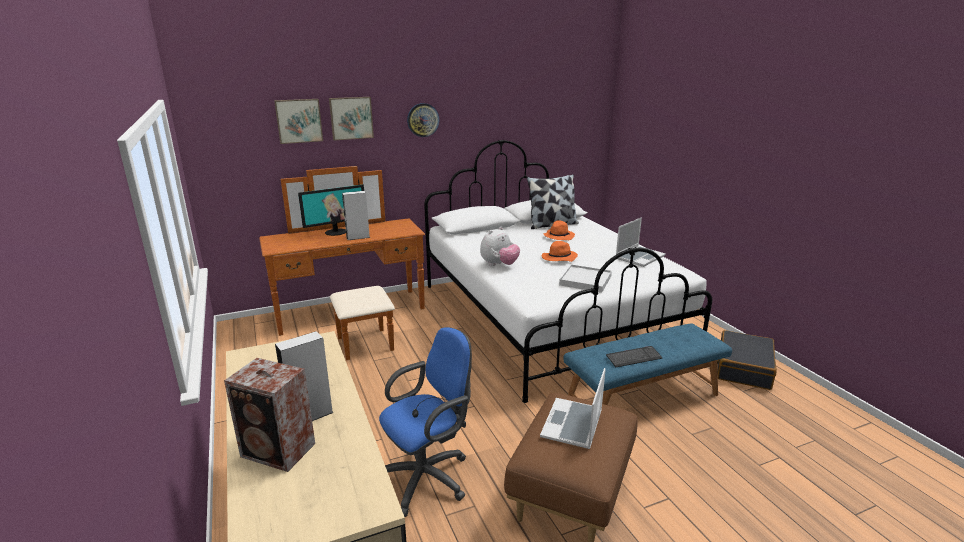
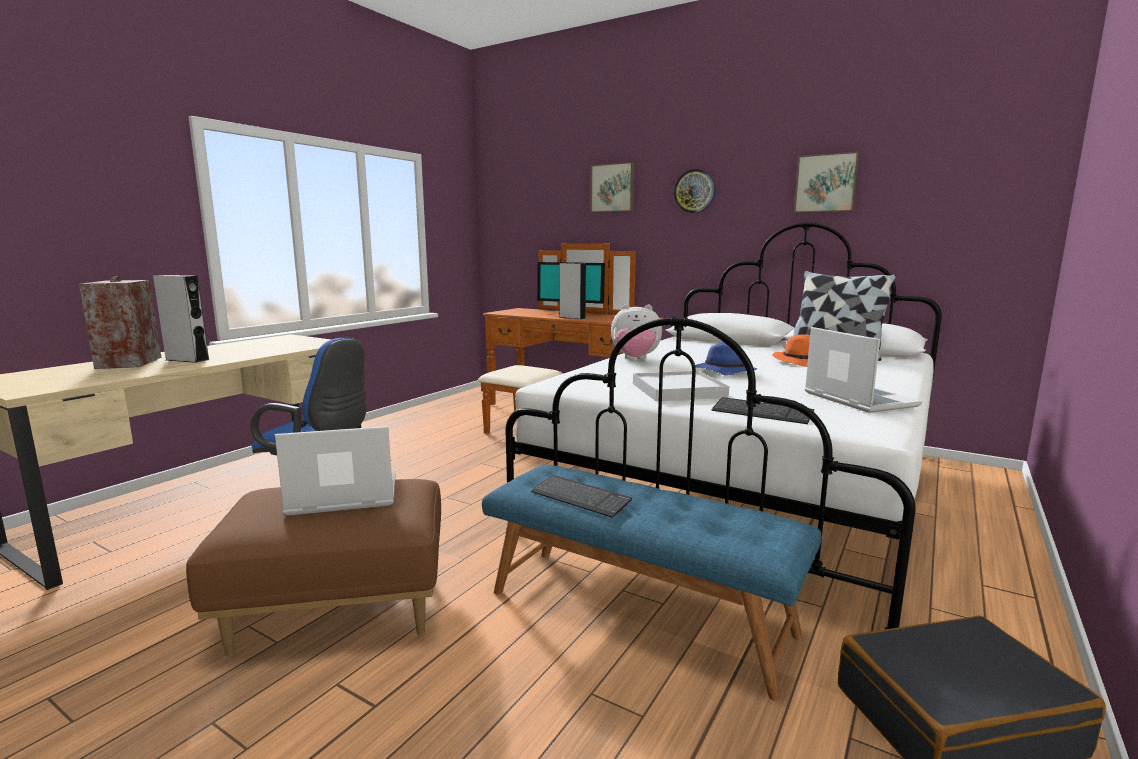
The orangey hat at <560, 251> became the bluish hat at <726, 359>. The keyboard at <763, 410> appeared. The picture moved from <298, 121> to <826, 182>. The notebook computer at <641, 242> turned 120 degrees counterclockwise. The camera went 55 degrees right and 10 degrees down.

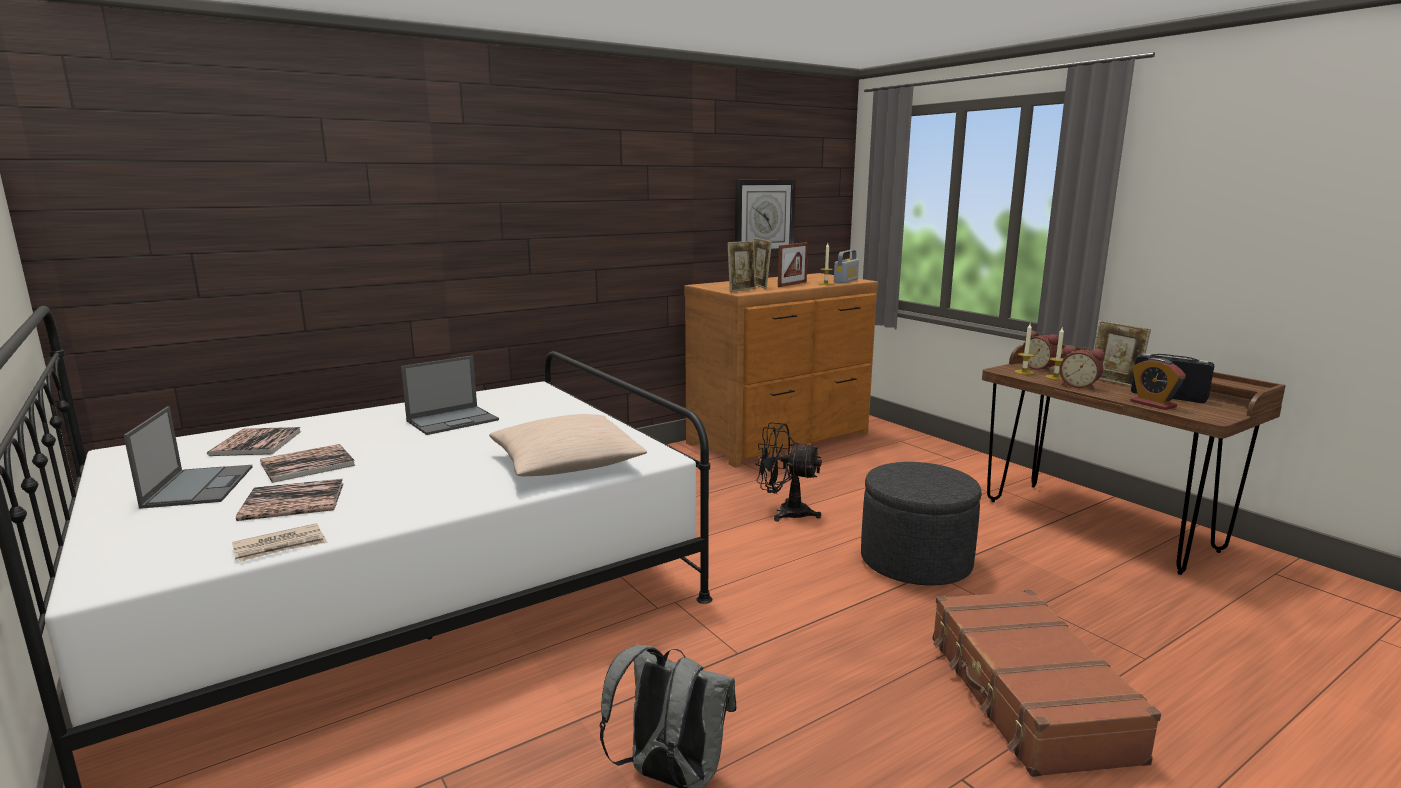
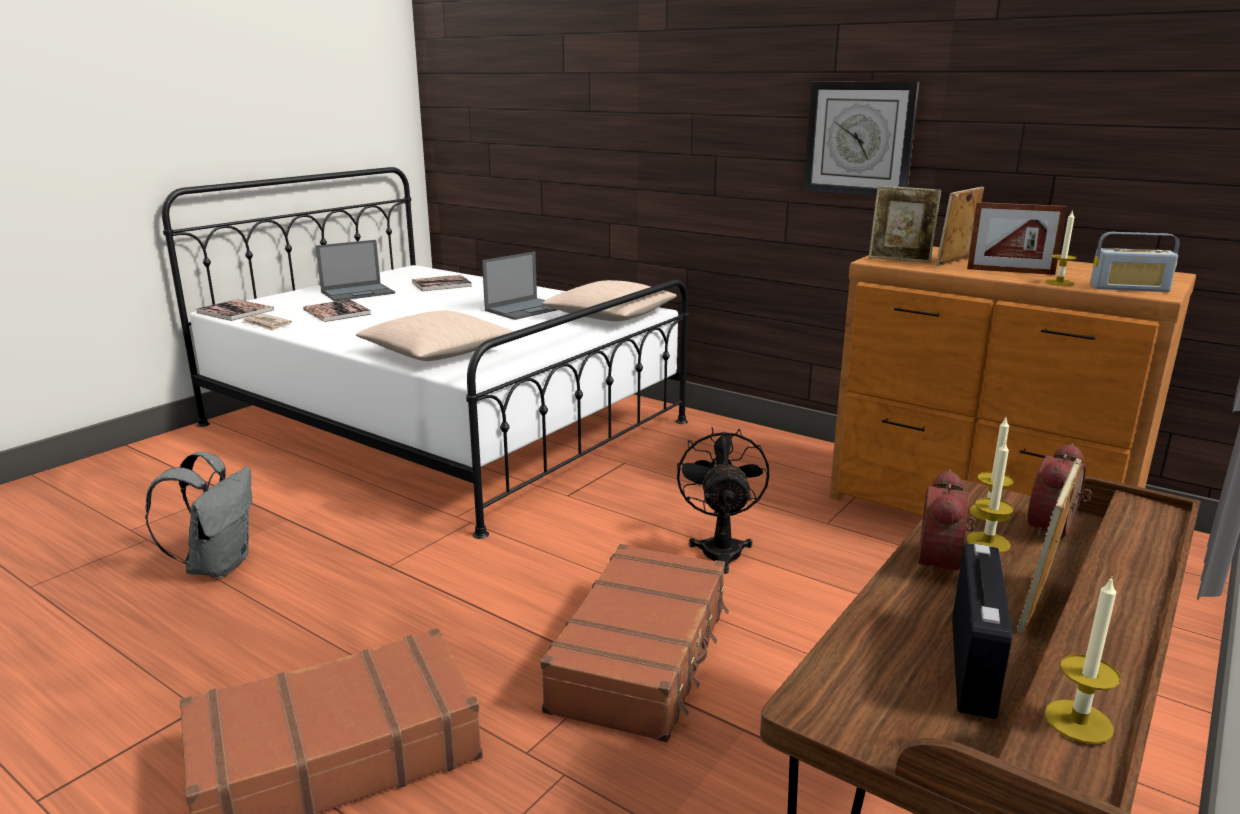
The bound book moved from <308, 463> to <235, 310>. The notebook computer at <450, 395> turned 75 degrees counterclockwise. The greyish ottoman at <921, 523> was replaced by the brownish piece of luggage at <634, 643>. The beige throw pillow at <609, 300> appeared. The hanging clock moved from <765, 217> to <862, 139>. The candle at <1083, 660> appeared. The bedside clock at <1158, 384> disappeared. The camera went 70 degrees right and 5 degrees up.

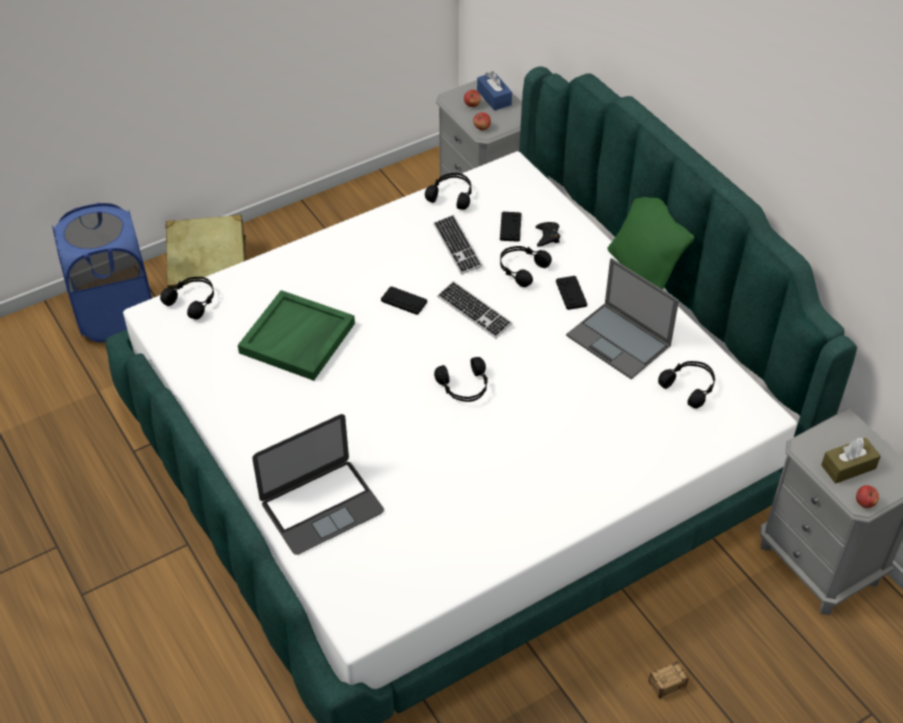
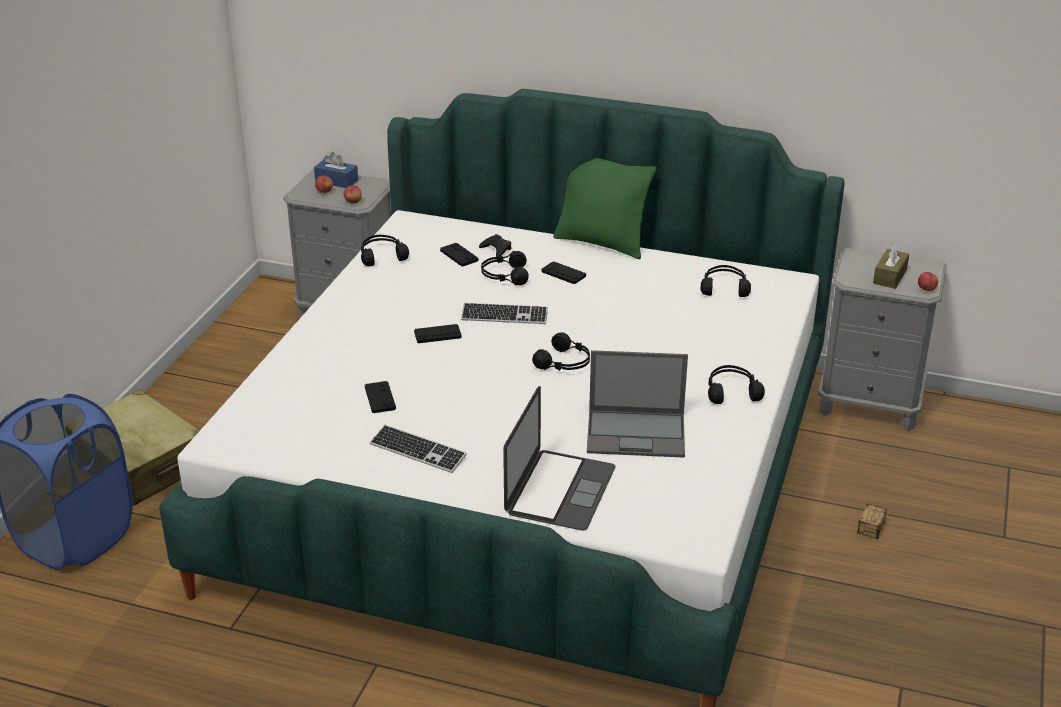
The green-coloured carrying tray at <296, 335> was replaced by the black gamepad at <380, 397>. The keyboard moved from <458, 244> to <418, 449>. The notebook computer moved from <622, 318> to <637, 404>. The black headphones moved from <187, 298> to <736, 384>. The camera went 40 degrees left and 15 degrees down.

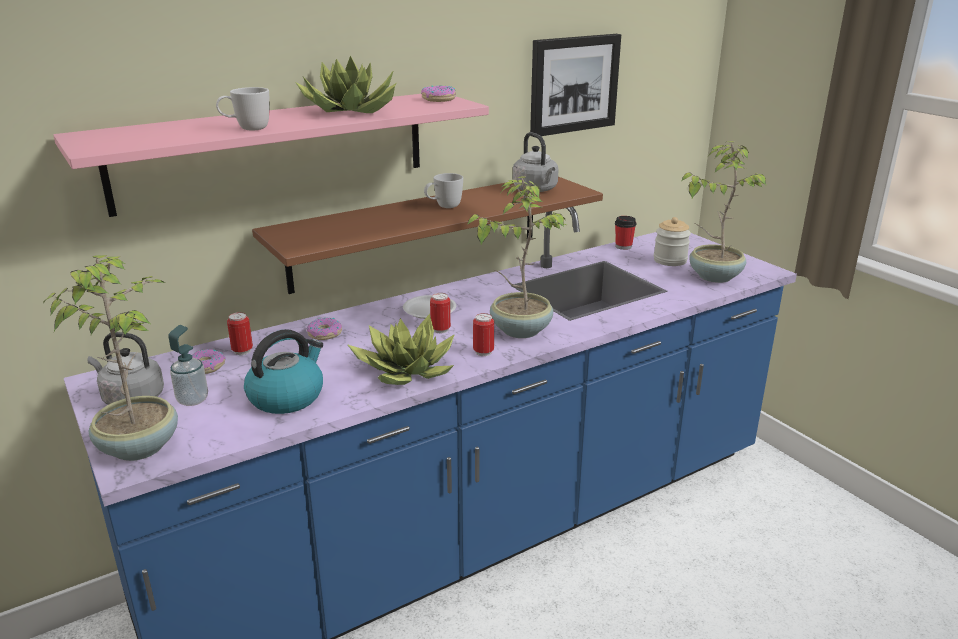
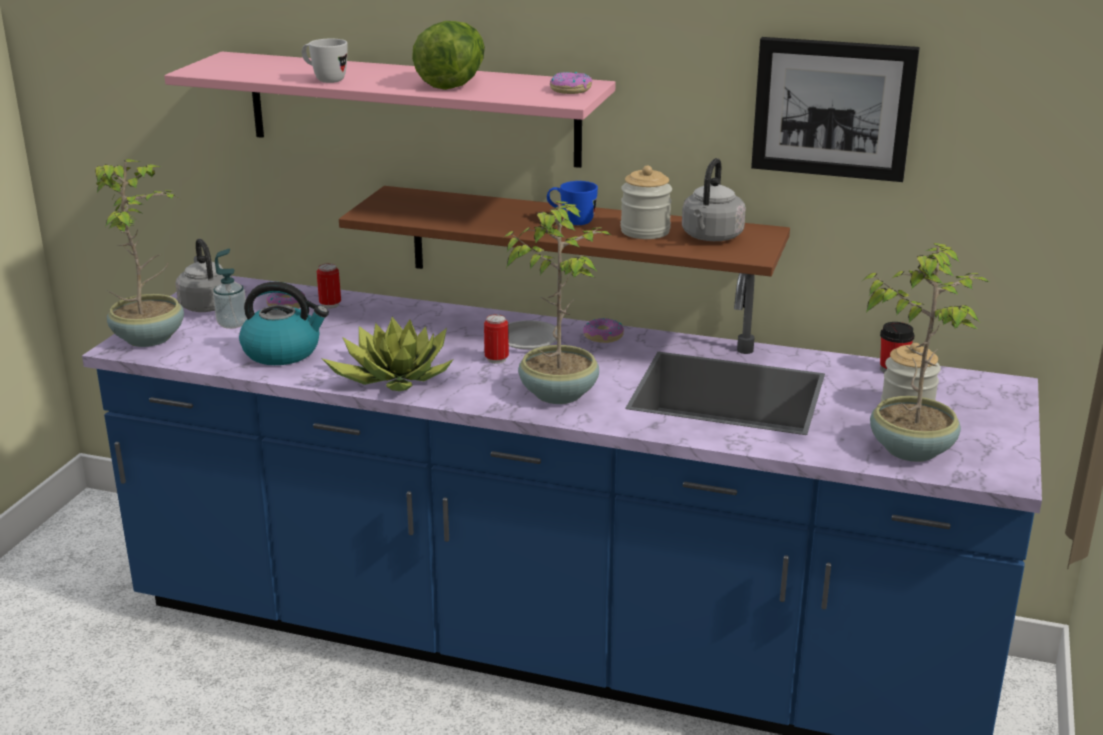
The potted plant at <346, 84> was replaced by the lettuce at <448, 55>. The white coffee mug at <443, 190> became the bluish coffee mug at <572, 203>. The doughnut moved from <324, 329> to <603, 330>. The jar at <646, 202> appeared. The metal can at <483, 334> disappeared. The camera went 50 degrees right and 0 degrees up.

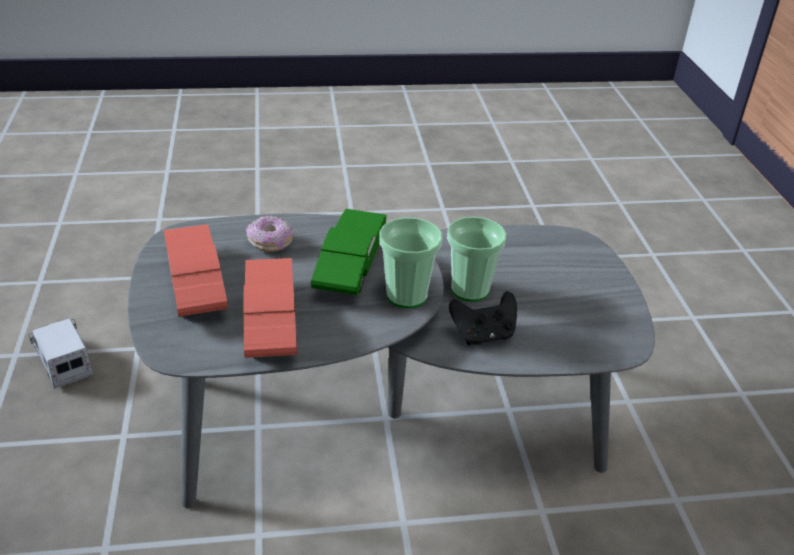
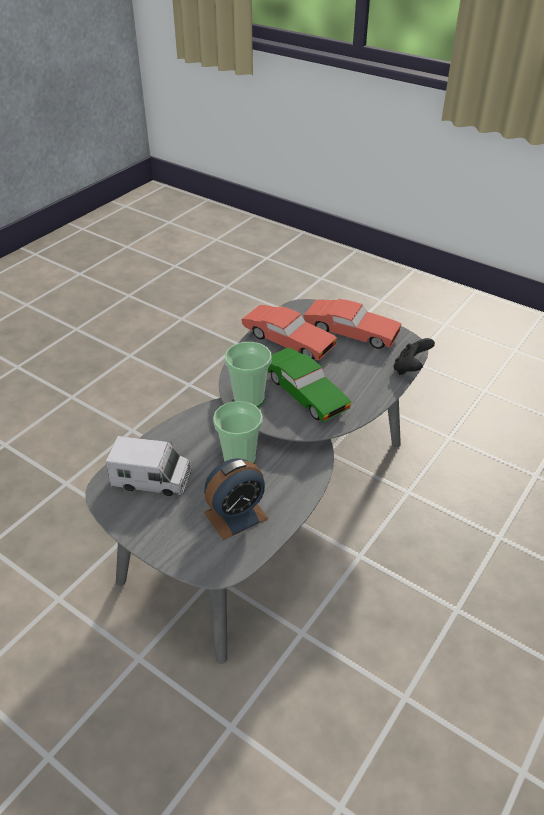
The toy truck moved from <61, 353> to <148, 466>. The bedside clock at <236, 499> appeared. The black gamepad moved from <483, 318> to <414, 356>. The doughnut at <269, 233> disappeared. The camera went 135 degrees right and 5 degrees up.

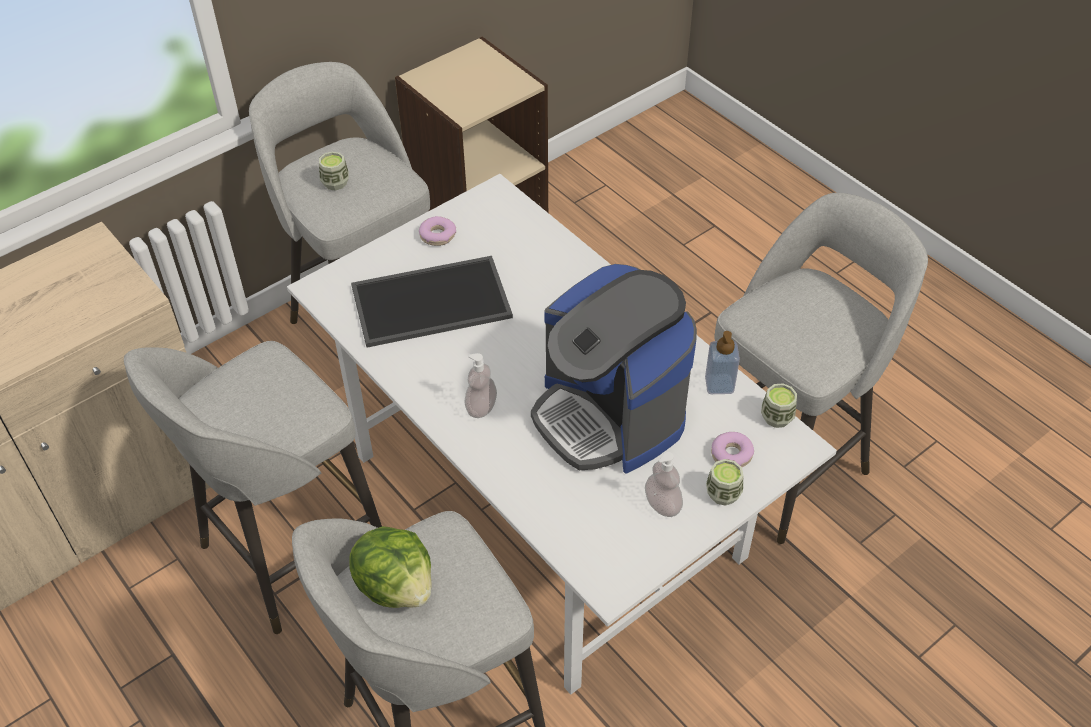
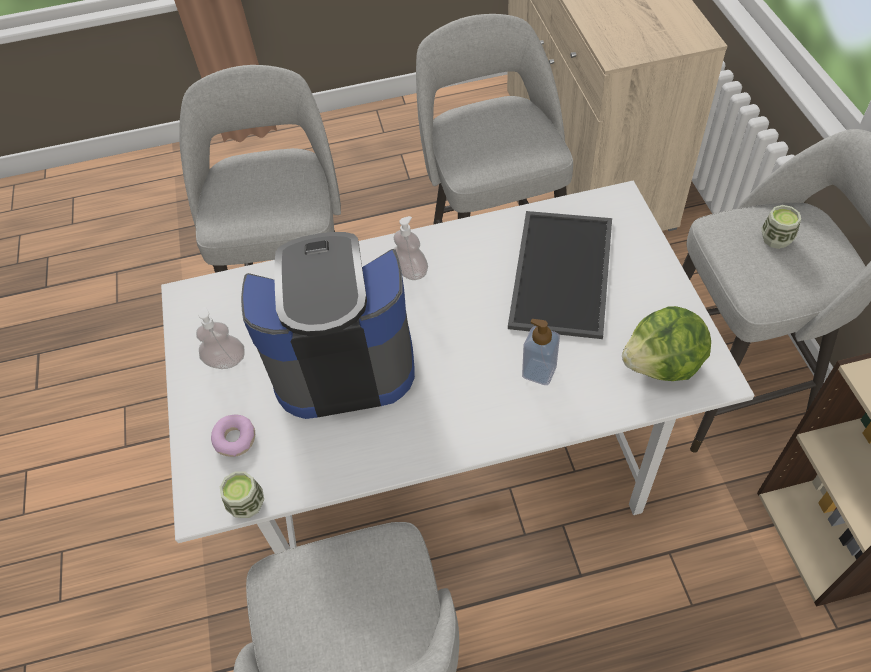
The soap dispenser moved from <722, 362> to <541, 352>. The lettuce moved from <390, 567> to <666, 343>. The doughnut at <437, 231> disappeared. The cup at <724, 482> disappeared. The camera went 120 degrees right and 5 degrees up.

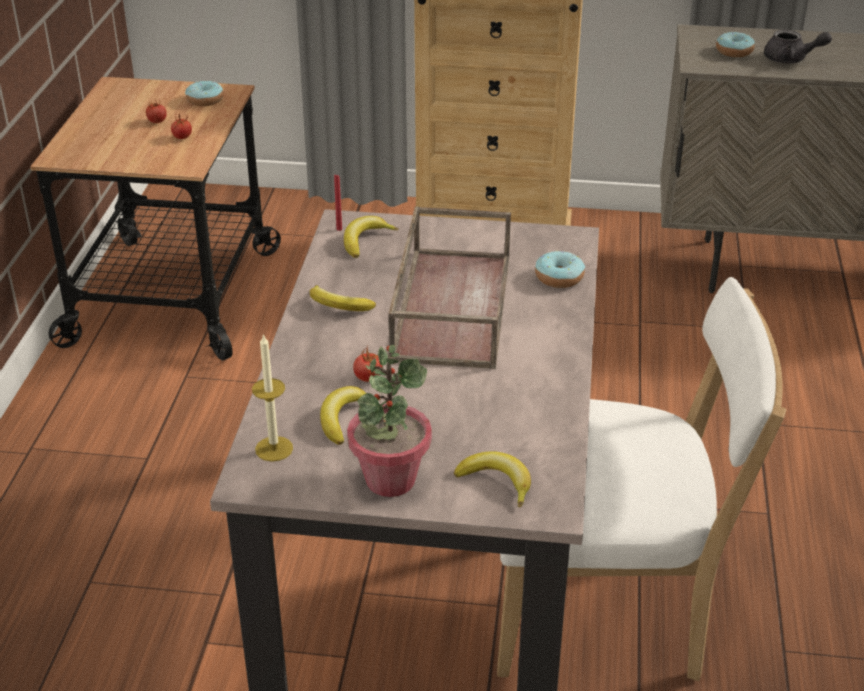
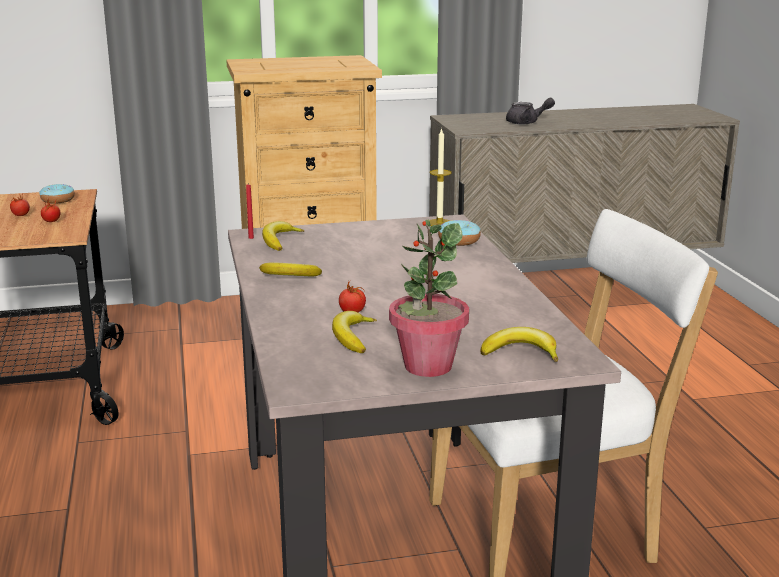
The candle moved from <272, 398> to <440, 177>. The brownish carrying tray at <450, 288> disappeared. The doughnut at <735, 44> disappeared. The camera went 20 degrees left and 15 degrees down.

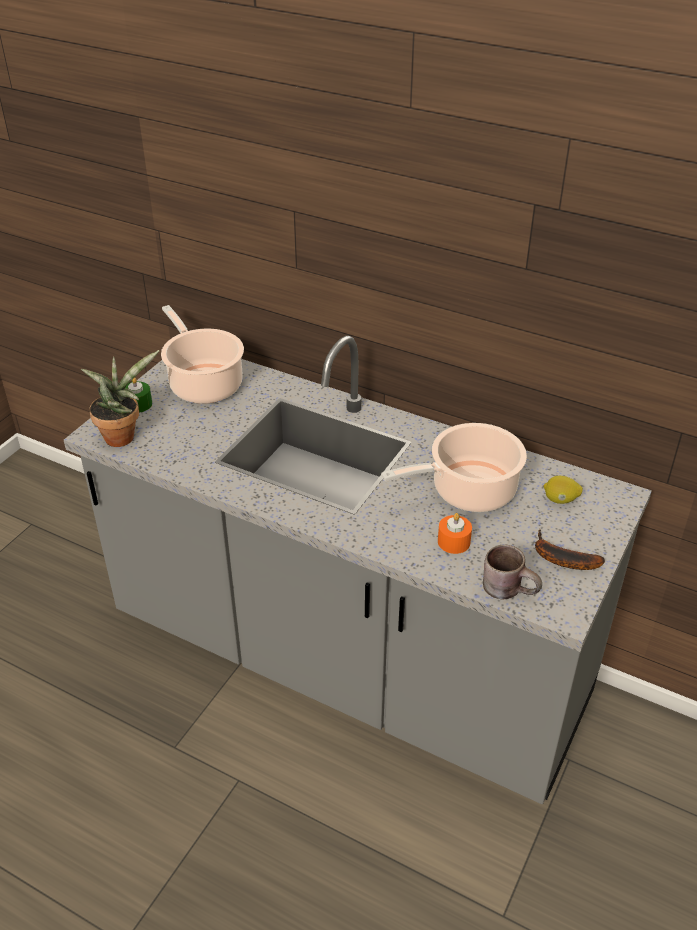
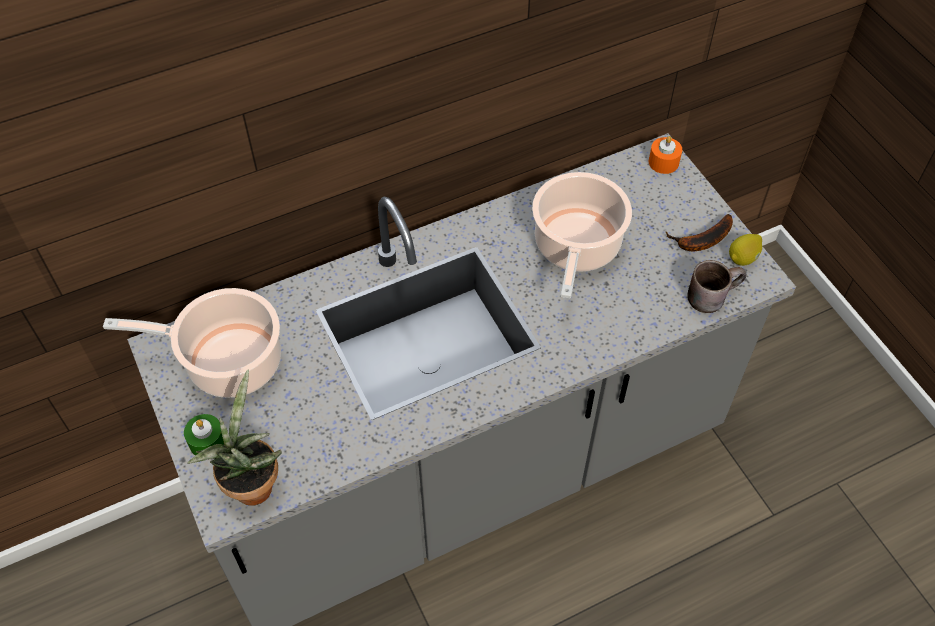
The orangey candle moved from <455, 533> to <665, 155>. The lemon moved from <563, 490> to <745, 250>. The camera went 55 degrees left and 15 degrees up.

